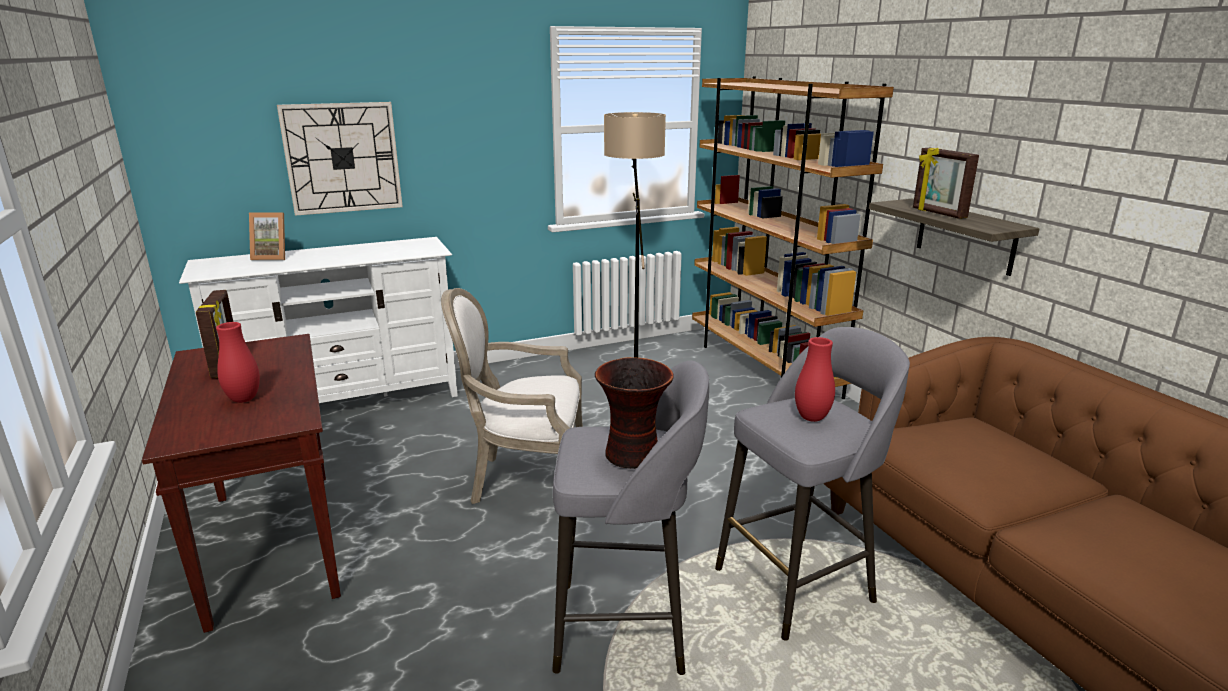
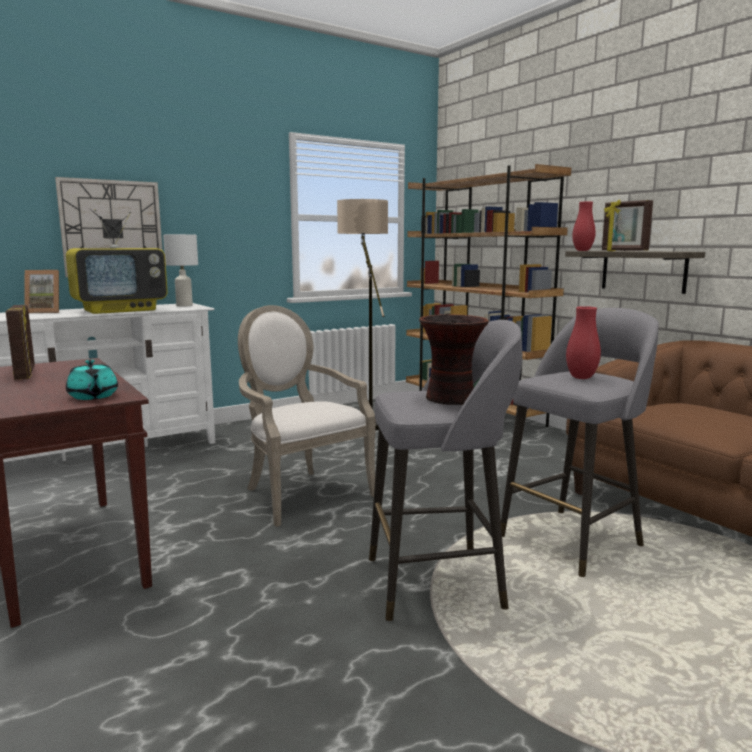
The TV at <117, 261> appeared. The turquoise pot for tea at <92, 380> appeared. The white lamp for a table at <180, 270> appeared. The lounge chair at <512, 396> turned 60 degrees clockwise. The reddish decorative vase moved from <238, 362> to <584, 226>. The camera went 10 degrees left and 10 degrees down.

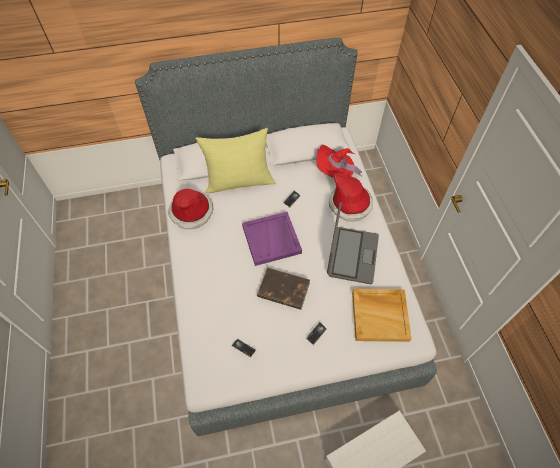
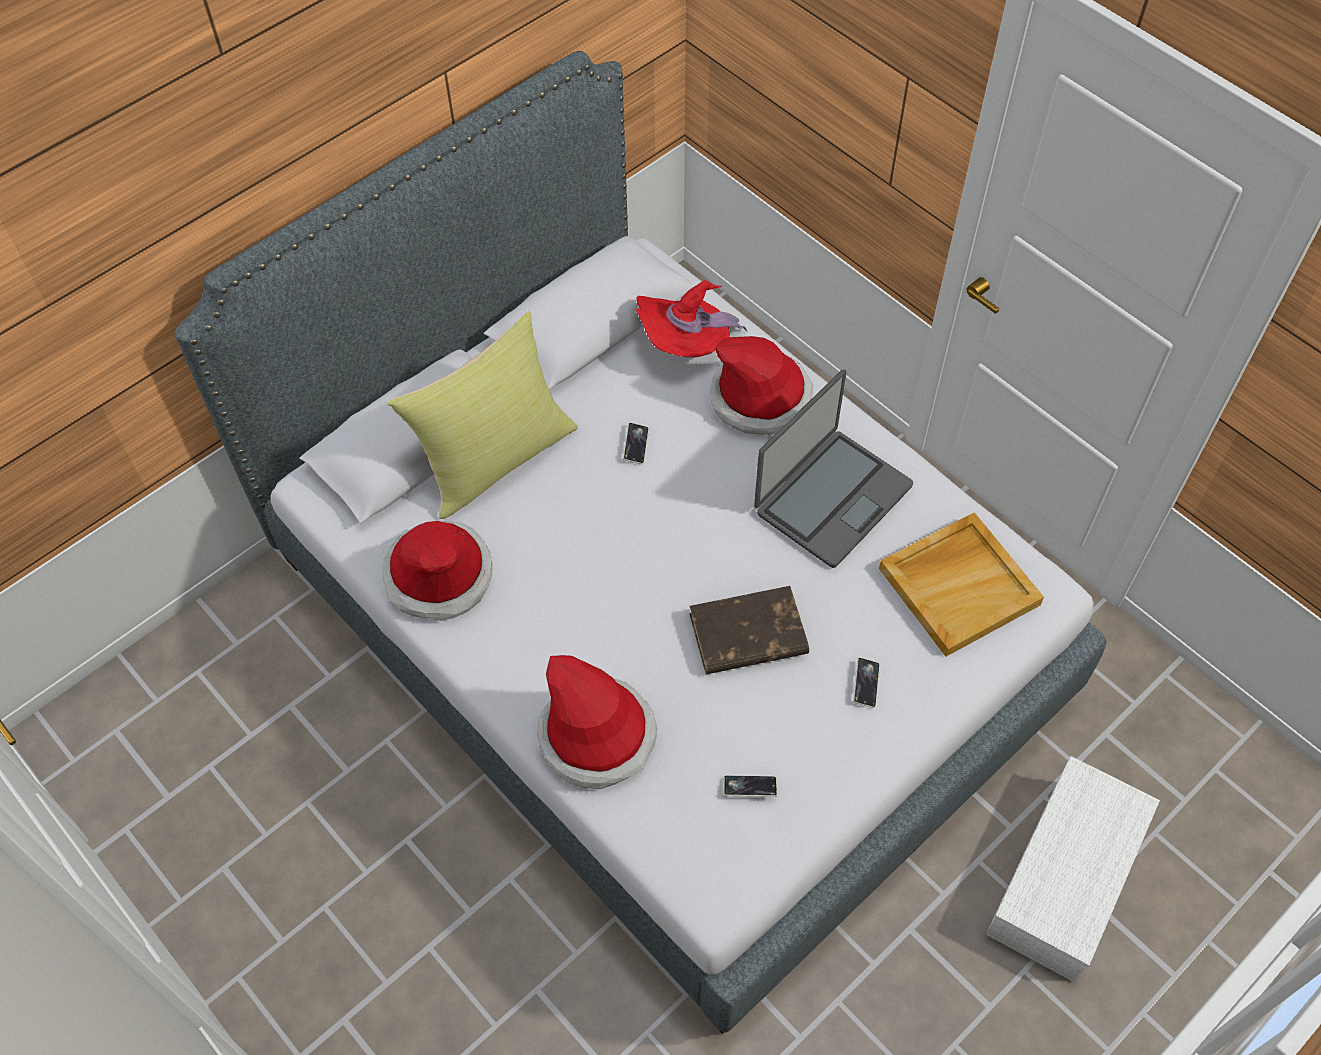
The hat at <597, 722> appeared. The notebook computer at <353, 243> turned 60 degrees clockwise. The purplish carrying tray at <272, 239> disappeared. The camera went 30 degrees left and 0 degrees up.

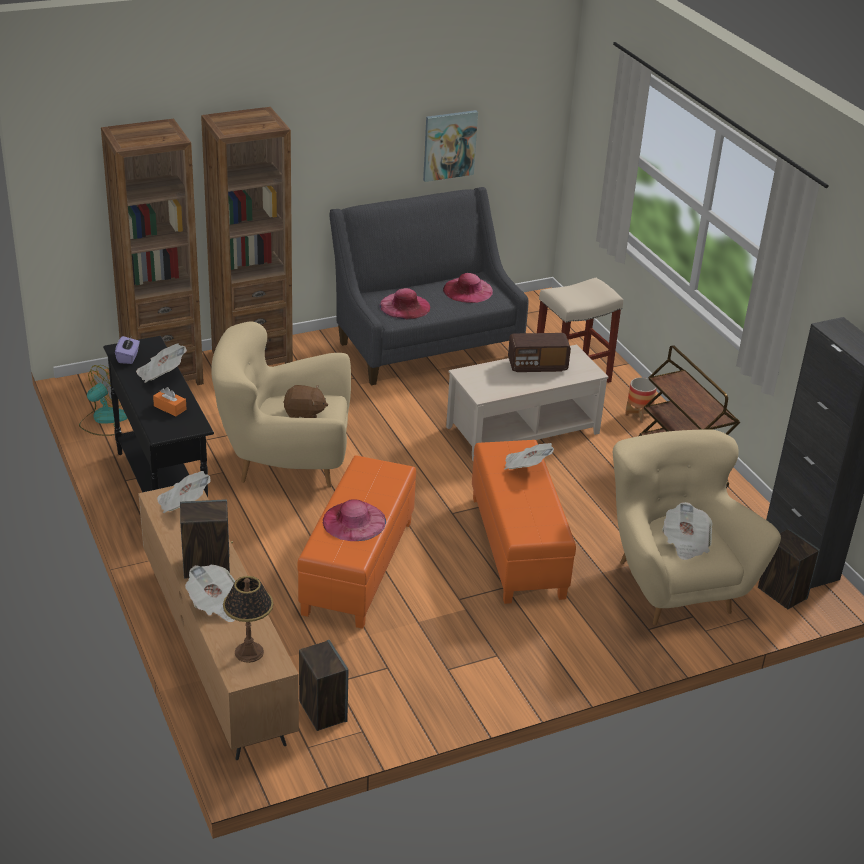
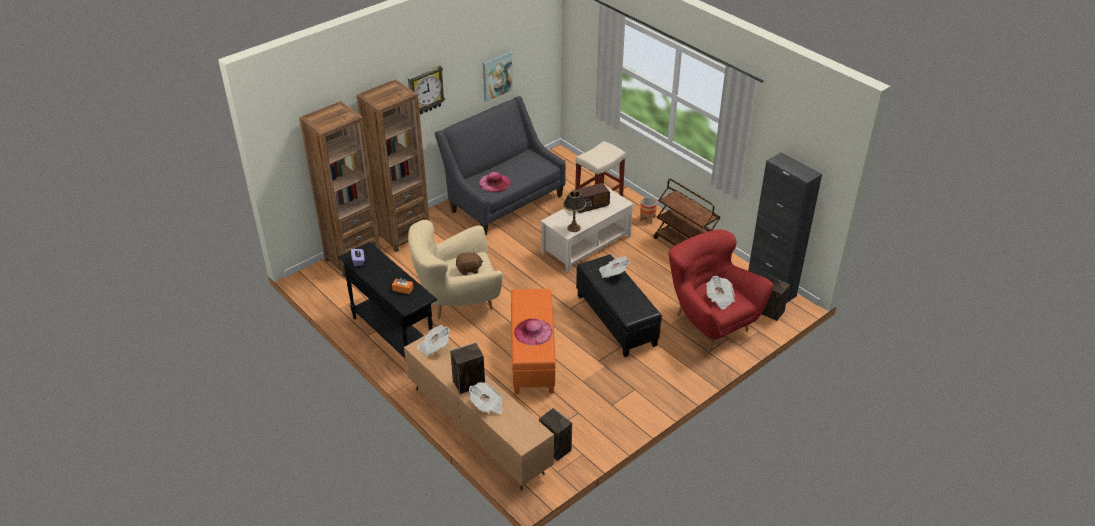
The hanging clock at <426, 89> appeared. The lamp for a table moved from <248, 619> to <574, 211>. The orangey ottoman at <524, 522> became the black ottoman at <619, 306>. The beige lounge chair at <697, 527> became the reddish lounge chair at <720, 289>. The cooling fan at <103, 400> disappeared. The daily paper at <161, 363> disappeared. The pink hat at <468, 288> disappeared. The camera went 15 degrees left and 5 degrees up.

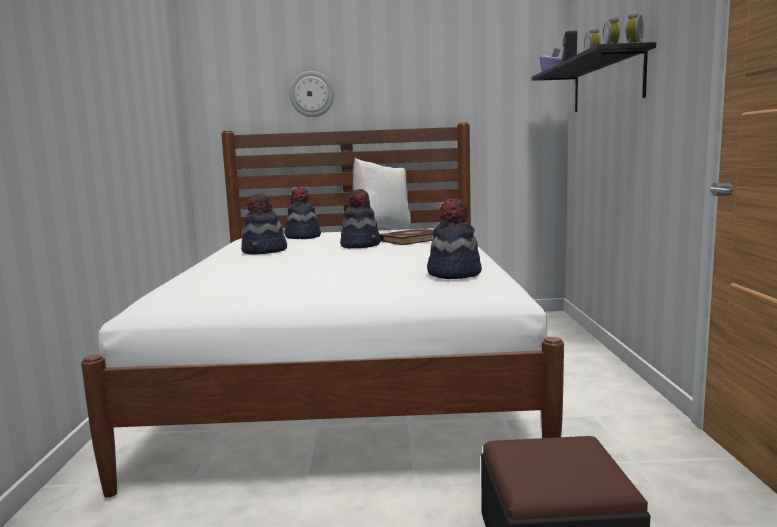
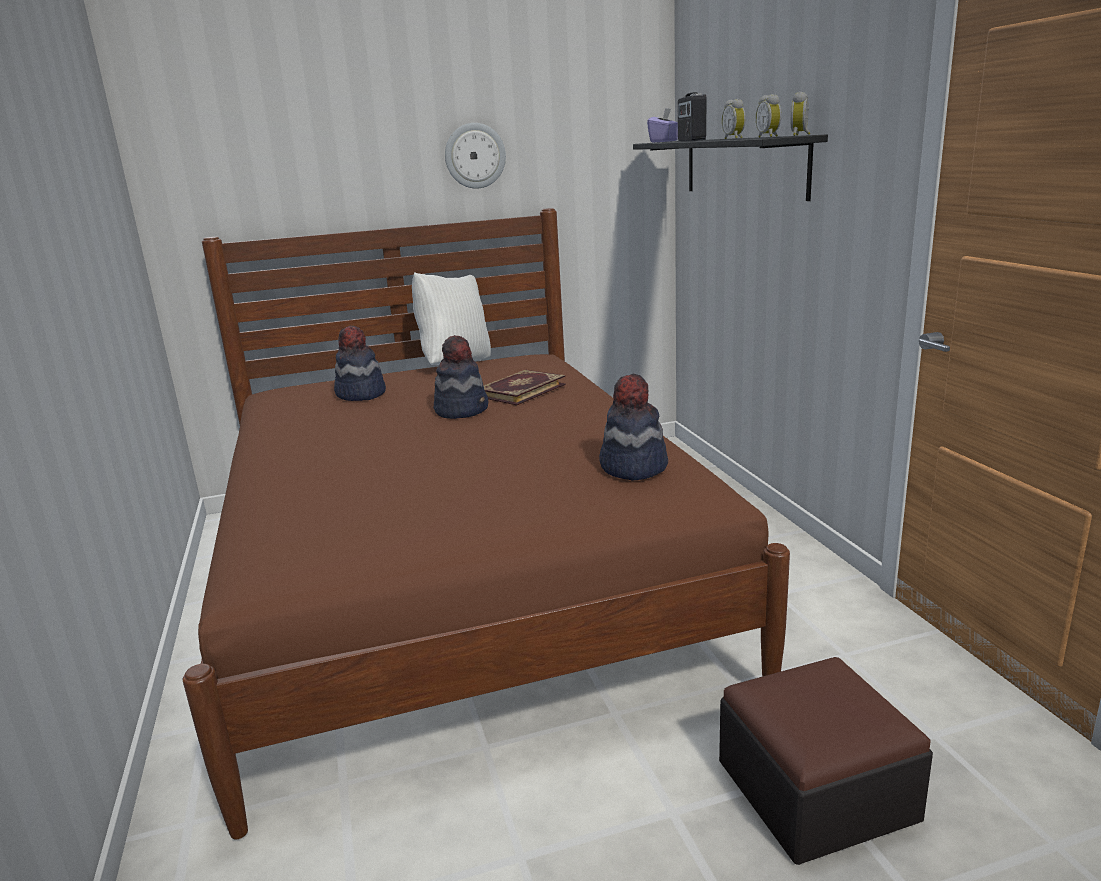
The white bed at <322, 310> became the brownish bed at <486, 523>. The hanging clock moved from <312, 94> to <475, 156>. The hat at <264, 223> disappeared. The camera went 15 degrees left and 10 degrees up.

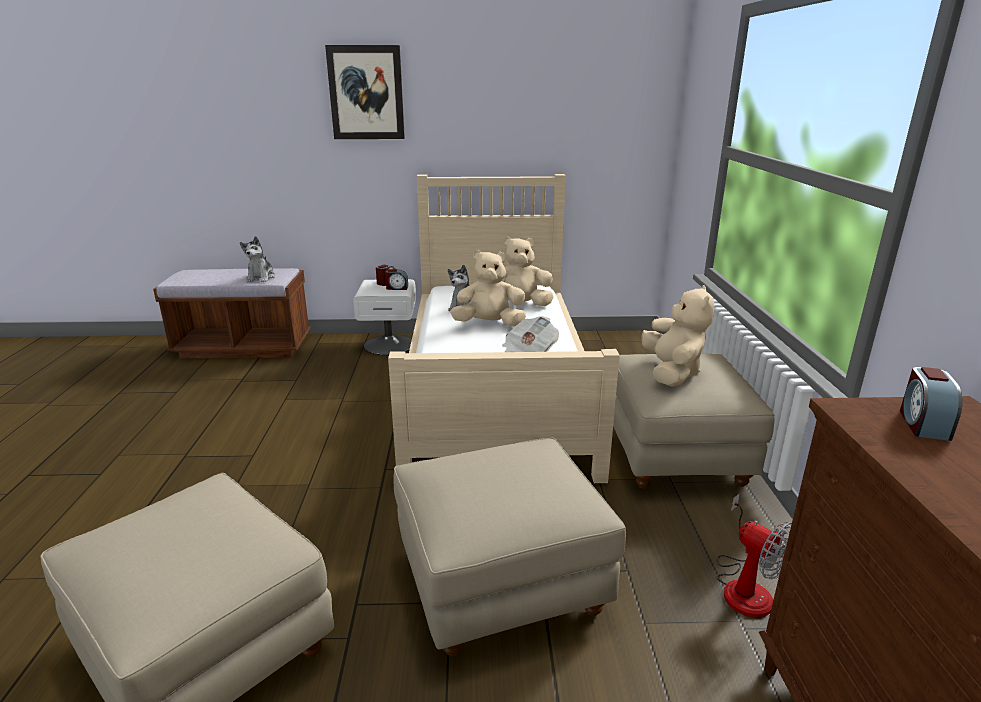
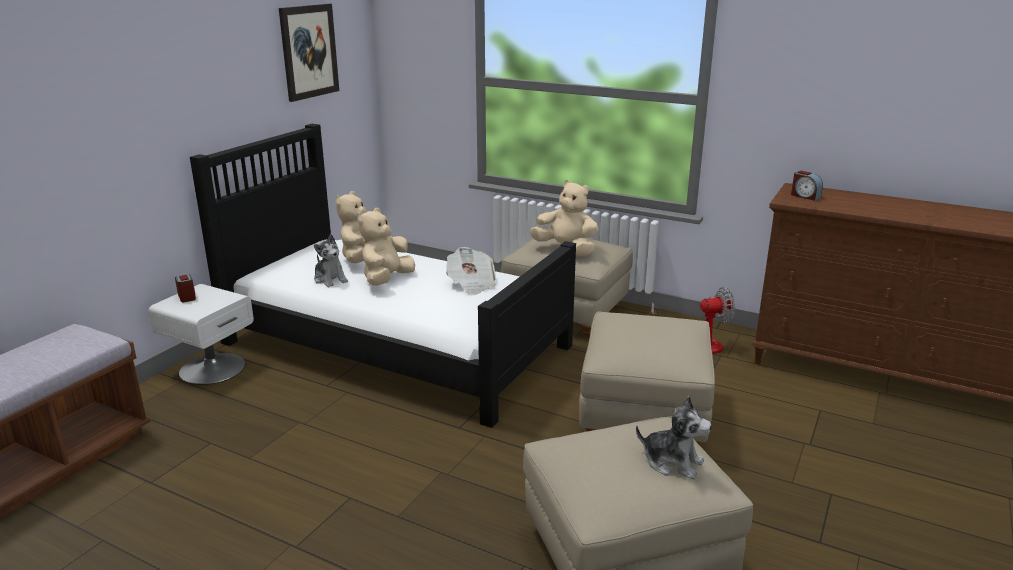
The beige bed at <504, 328> became the black bed at <383, 276>. The picture moved from <365, 92> to <309, 53>. The soft toy moved from <257, 259> to <674, 437>. The bedside clock at <396, 279> disappeared. The camera went 60 degrees left and 0 degrees up.

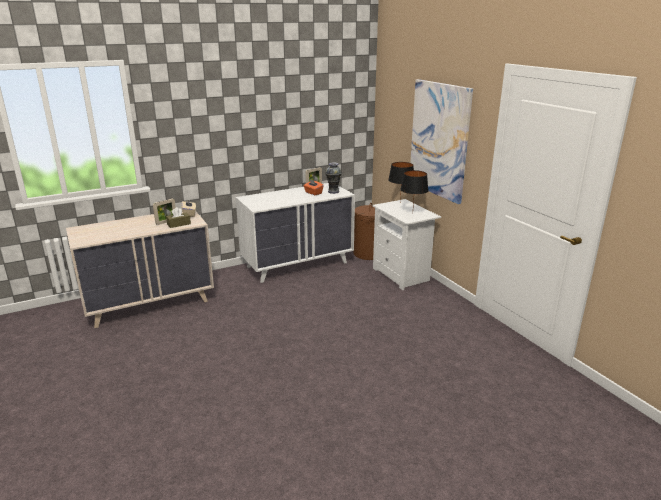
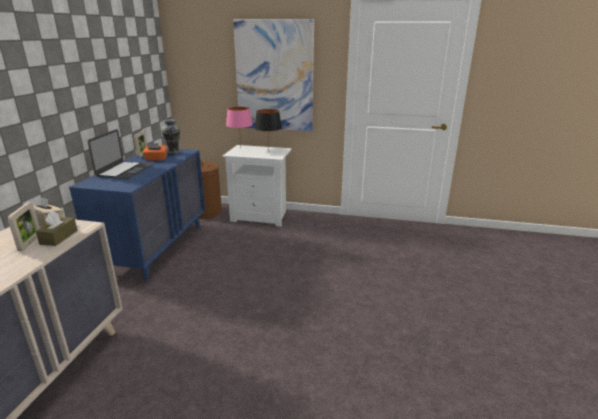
The white dresser at <295, 233> became the bluish dresser at <137, 215>. The notebook computer at <120, 154> appeared. The black lamp for a table at <401, 182> became the pink lamp for a table at <239, 126>. The camera went 50 degrees left and 0 degrees up.

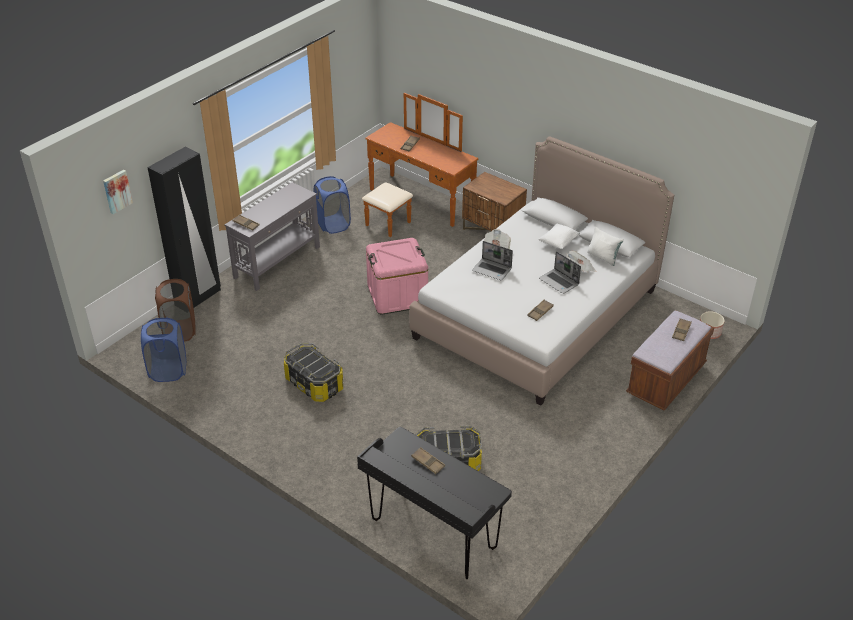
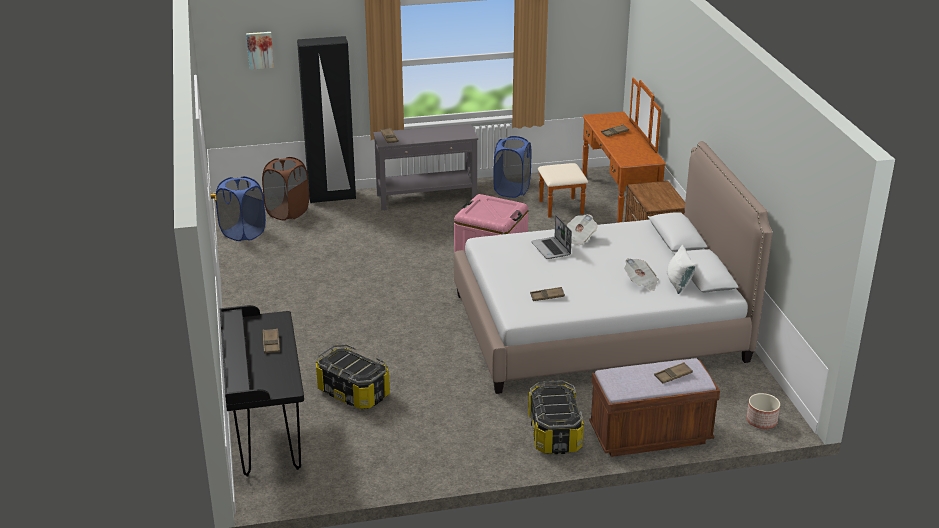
The storage container moved from <314, 372> to <556, 417>. The white throw pillow at <559, 236> disappeared. The notebook computer at <560, 272> disappeared. The camera went 40 degrees right and 10 degrees down.

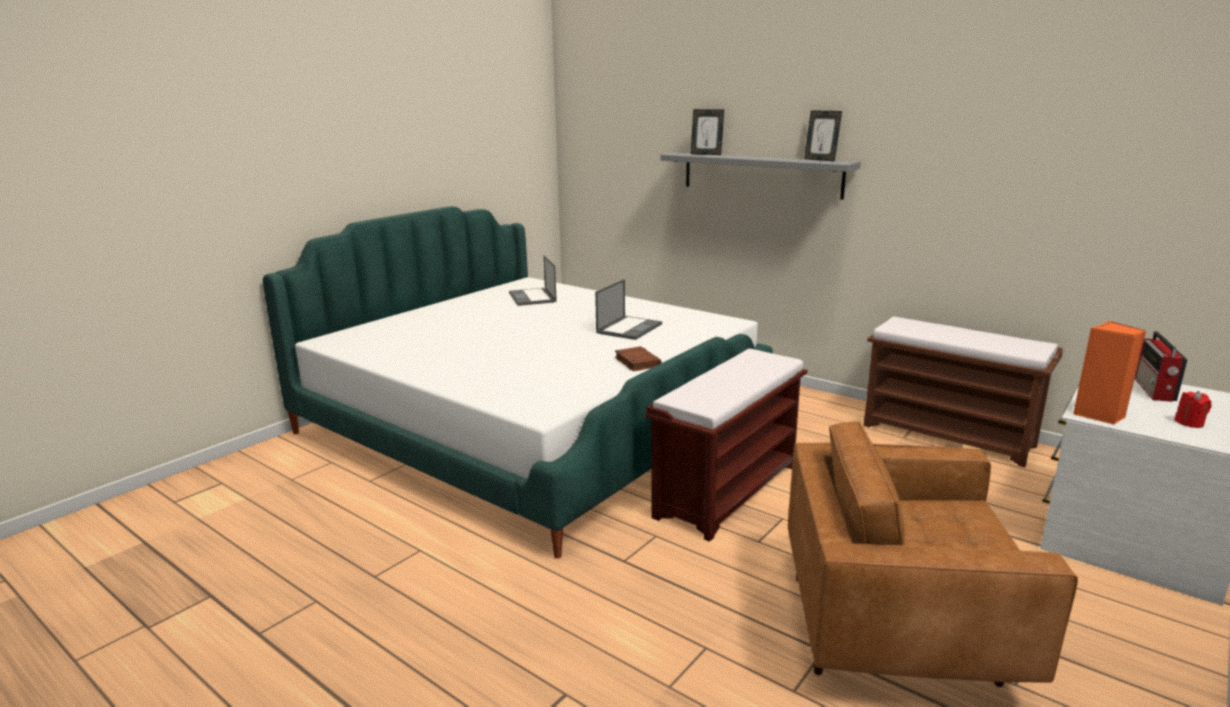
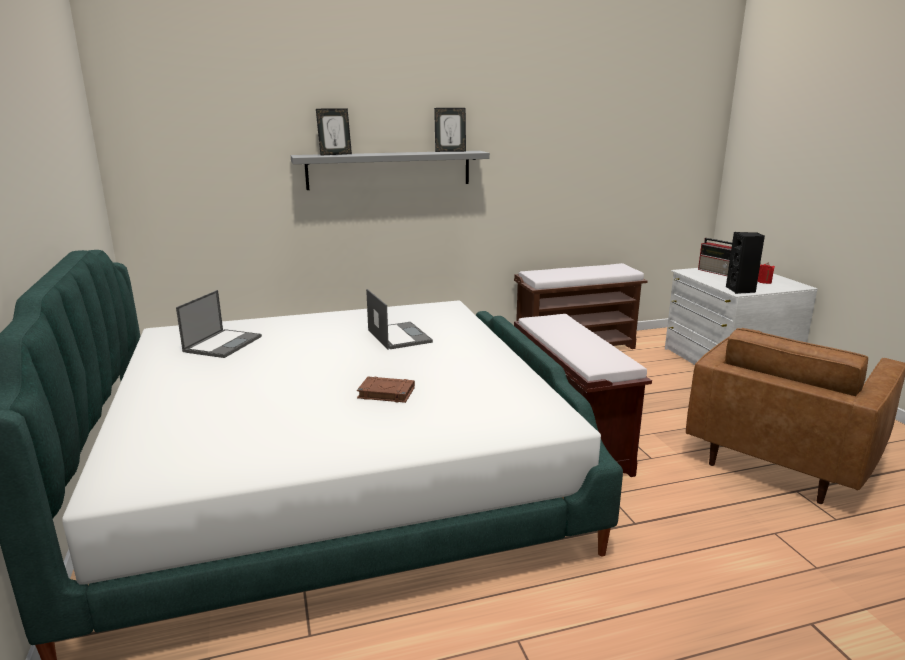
The notebook computer at <533, 280> turned 90 degrees counterclockwise. The brownish bound book moved from <638, 358> to <386, 390>. The orangey audio speaker at <1109, 373> became the black audio speaker at <745, 263>. The camera went 55 degrees left and 0 degrees up.

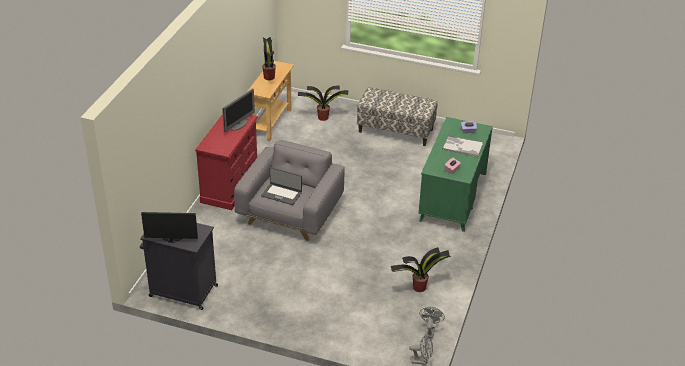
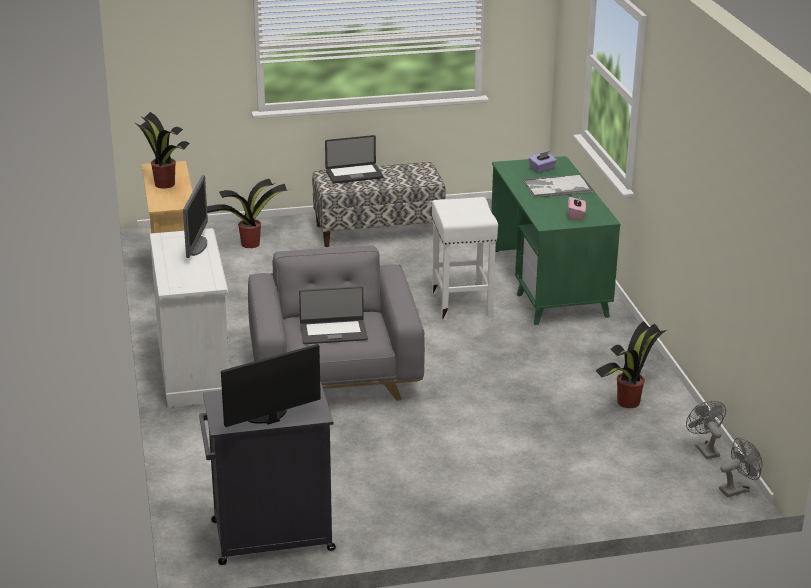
The reddish dresser at <226, 162> became the white dresser at <189, 318>. The notebook computer at <354, 159> appeared. The white sitting stool at <465, 258> appeared. The camera went 30 degrees left and 10 degrees down.

